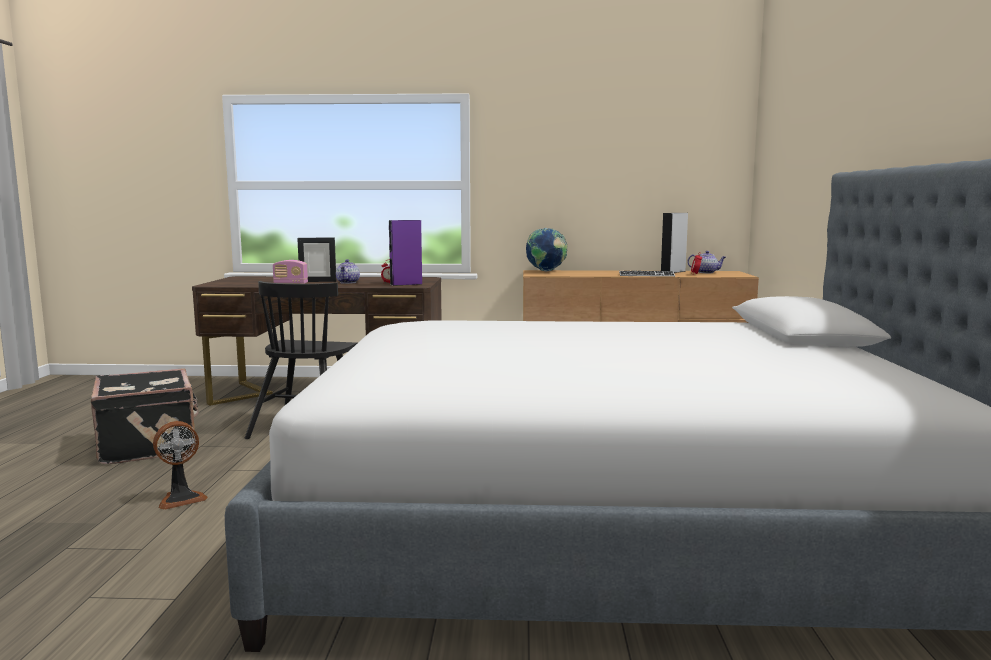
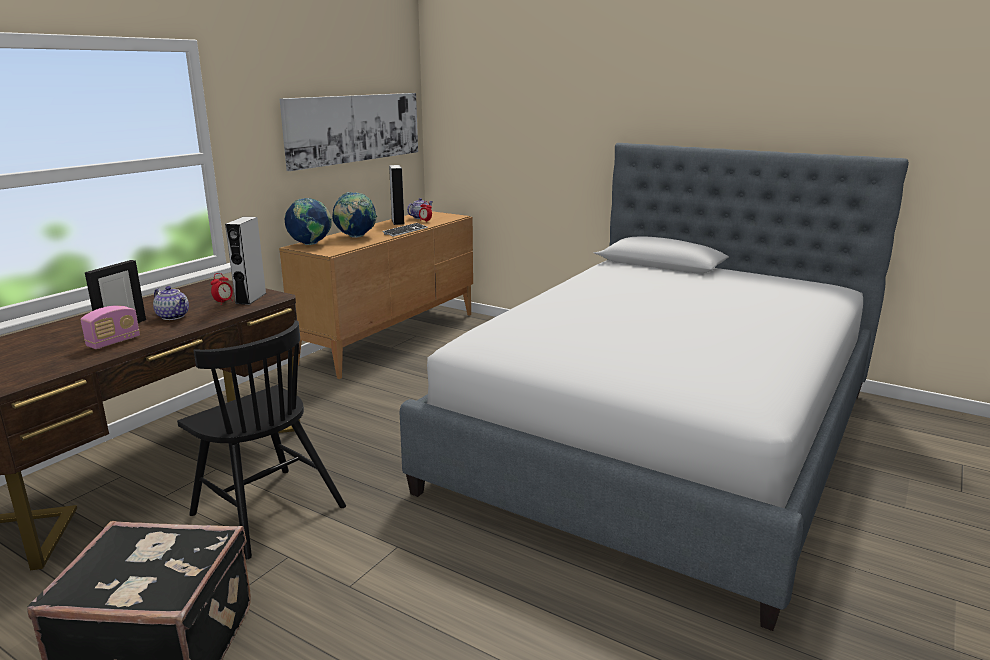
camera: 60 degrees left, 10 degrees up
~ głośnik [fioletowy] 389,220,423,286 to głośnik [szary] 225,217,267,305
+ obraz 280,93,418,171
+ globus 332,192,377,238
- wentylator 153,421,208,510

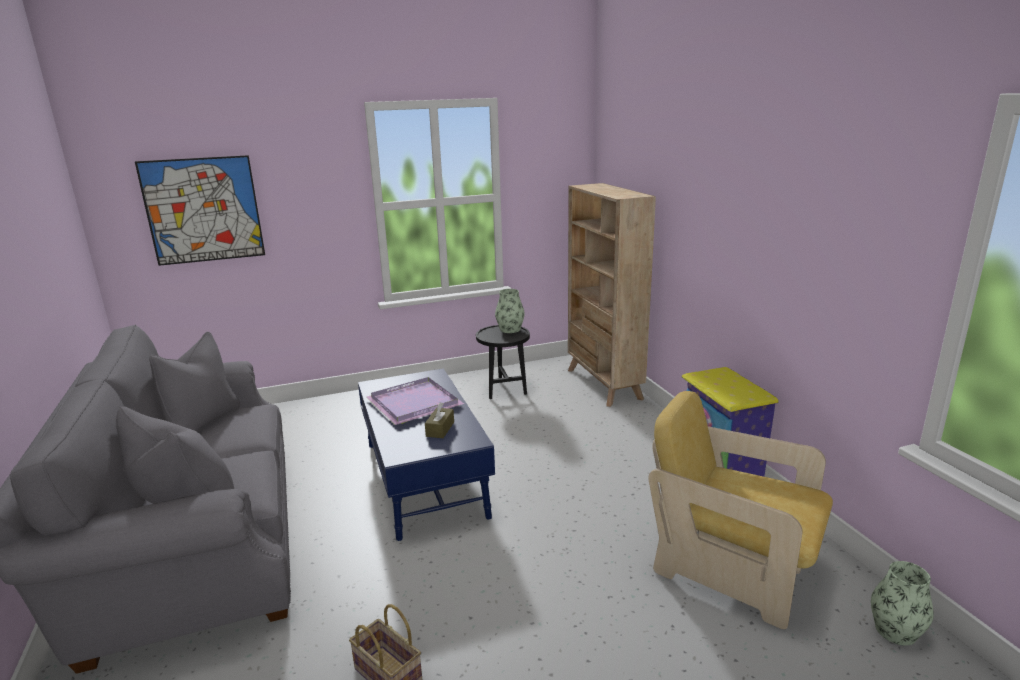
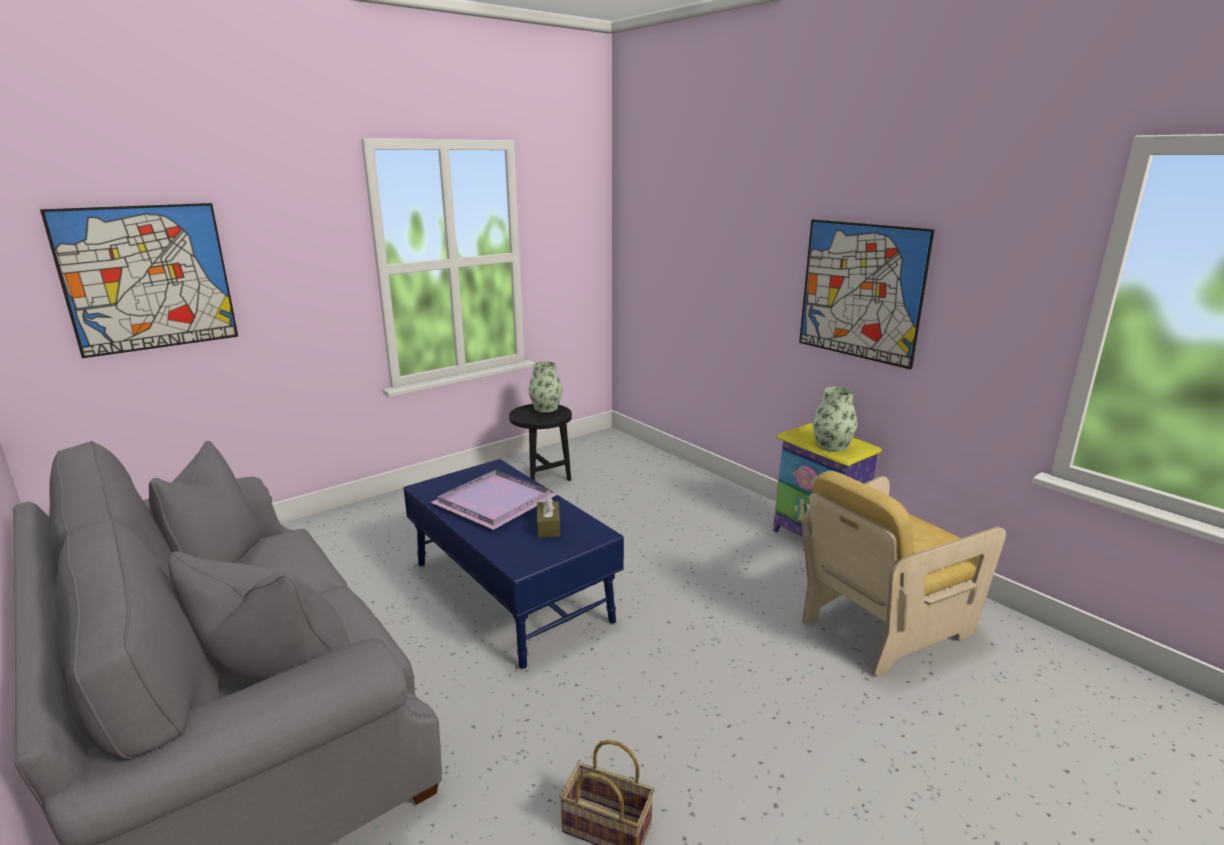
camera: 20 degrees left, 0 degrees up
+ obraz 799,219,935,369
~ fotel [żółty] 648,391,833,629 = 802,471,1006,676 45 degrees counterclockwise
~ wazon 871,561,934,645 to 813,387,857,452
- regał [beżowy] 568,183,656,407

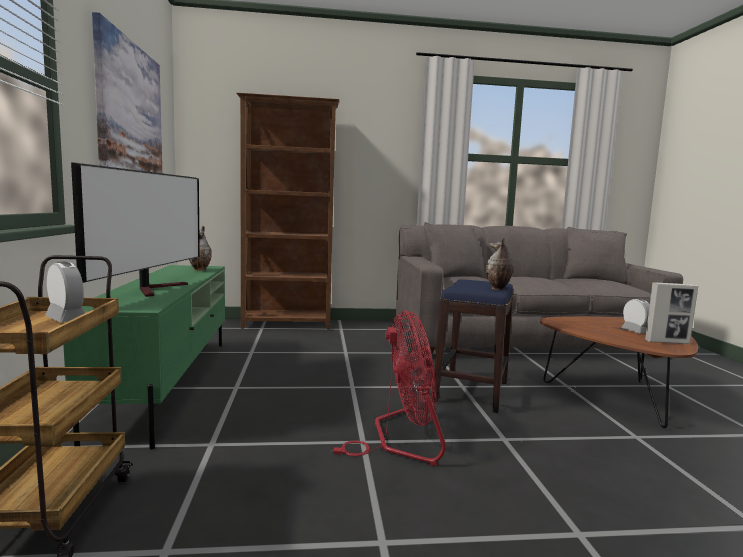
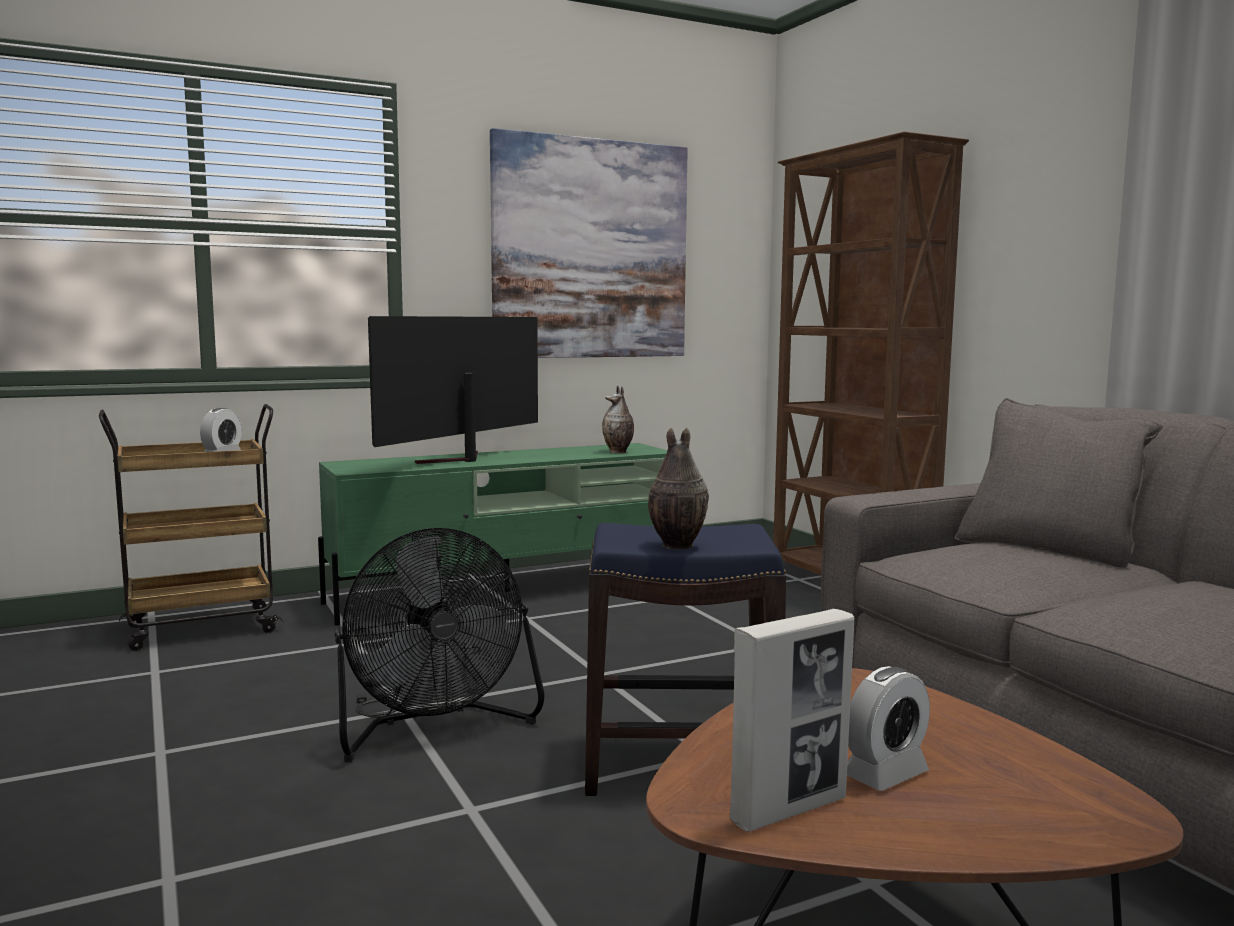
camera: 70 degrees right, 0 degrees up
~ wentylator [czerwony] 331,310,446,467 to wentylator [czarny] 334,528,544,762
~ telewizor 71,162,200,297 = 368,316,538,464 135 degrees clockwise
~ ramka na zdjęcie 645,282,698,344 = 730,609,854,832 105 degrees counterclockwise

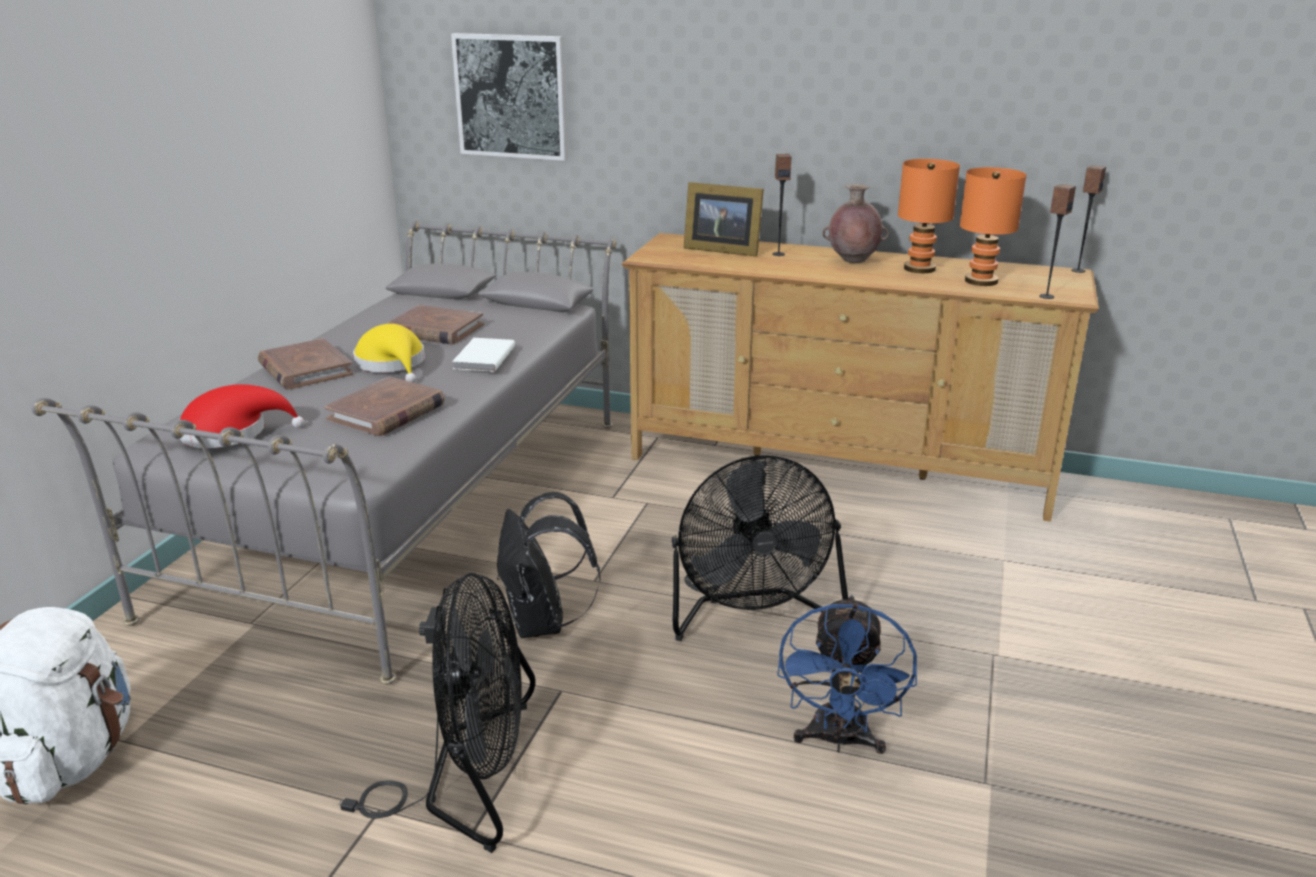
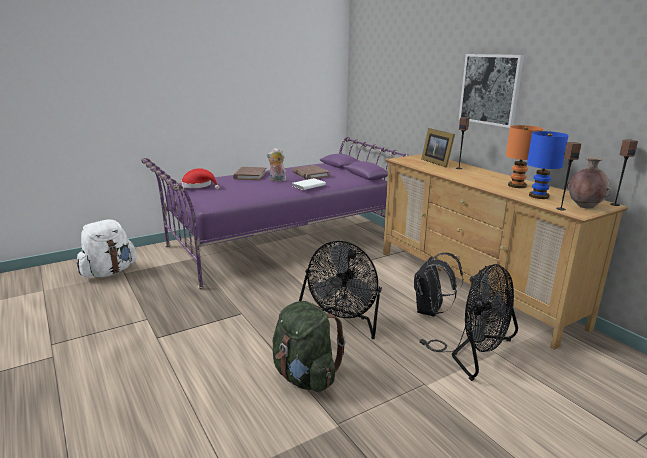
camera: 40 degrees right, 5 degrees down
~ łóżko [szary] 31,221,616,684 to łóżko [fioletowy] 141,137,409,289
~ kapelusz [żółty] 353,324,425,383 to pluszak 267,148,286,182
~ wentylator [niebieski] 777,595,917,754 to plecak [zielony] 273,301,346,392
~ plecak [czarny] 497,492,600,638 to 414,253,463,317
~ wentylator [czarny] 338,573,535,853 to 420,264,518,381
~ obraz 451,33,568,161 to 459,54,524,128
~ lampa stołowa [pomarańczowy] 960,167,1027,286 to lampa stołowa [niebieski] 527,131,569,199
~ wazon [brązowy] 823,184,889,263 to 566,157,612,209
- książka [brązowy] 324,376,445,436

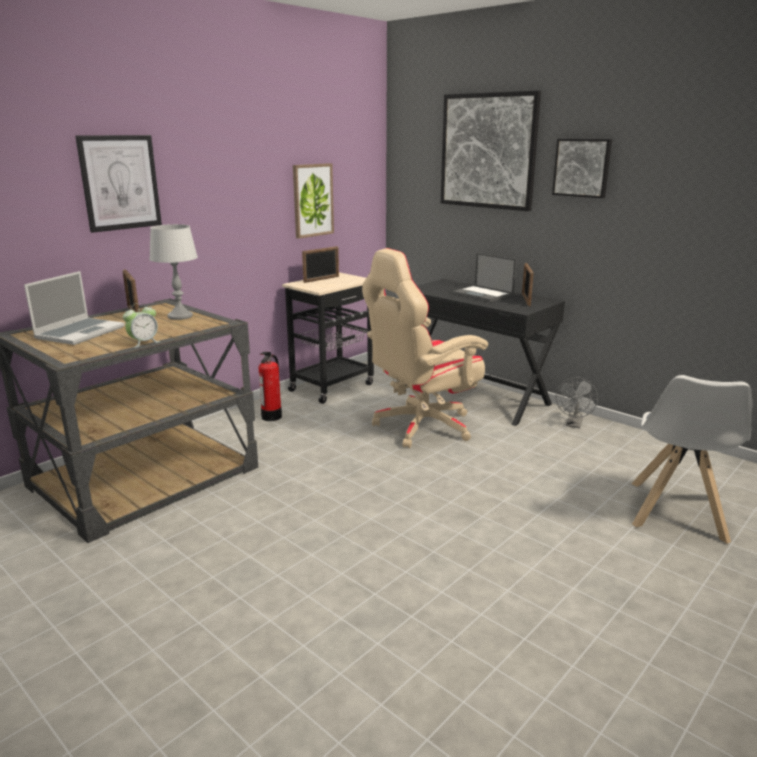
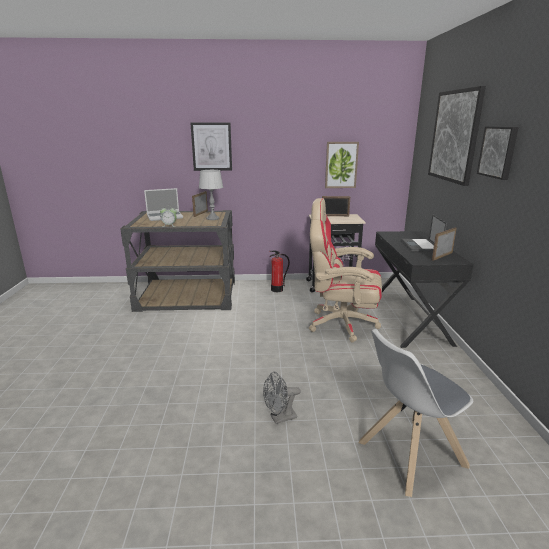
camera: 45 degrees right, 0 degrees up
~ wentylator [szary] 556,377,598,428 to 263,372,301,424

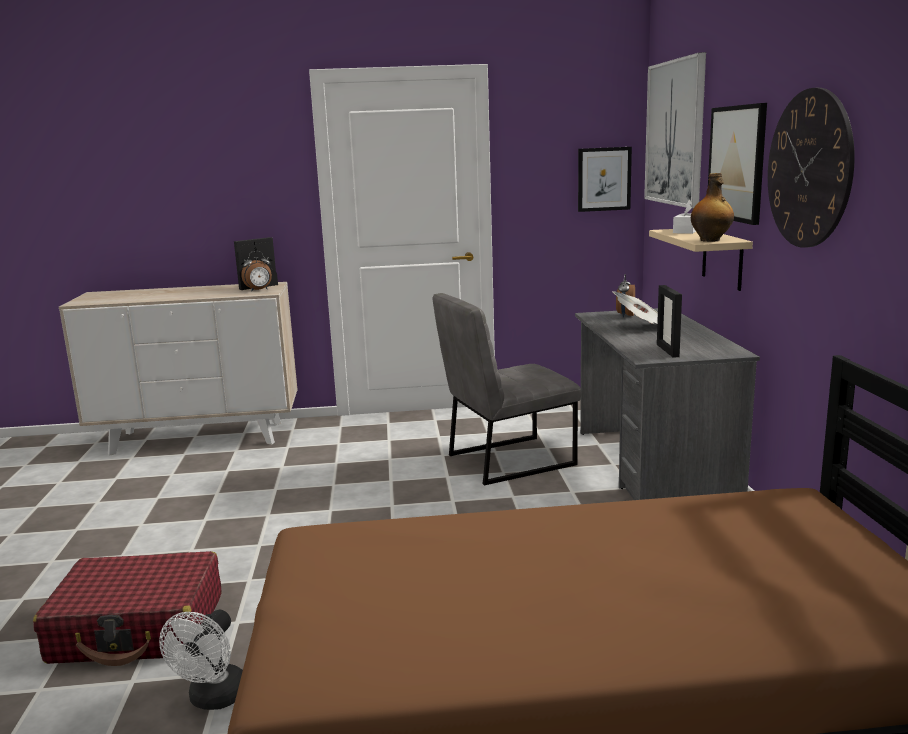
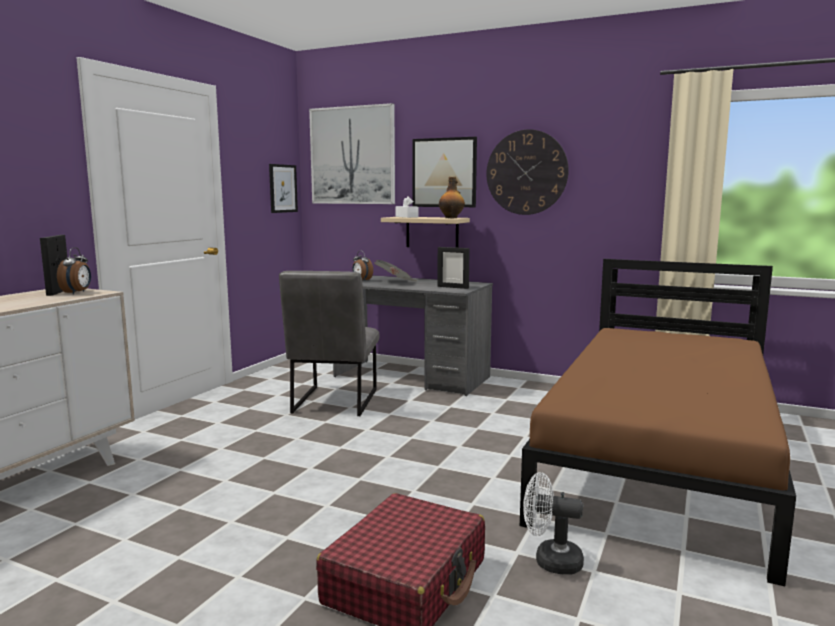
camera: 60 degrees left, 5 degrees down
~ wentylator [biały] 159,610,243,710 = 523,472,584,574 150 degrees clockwise

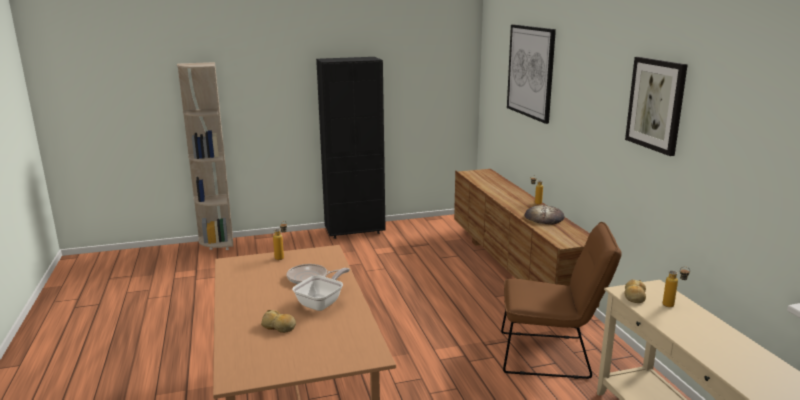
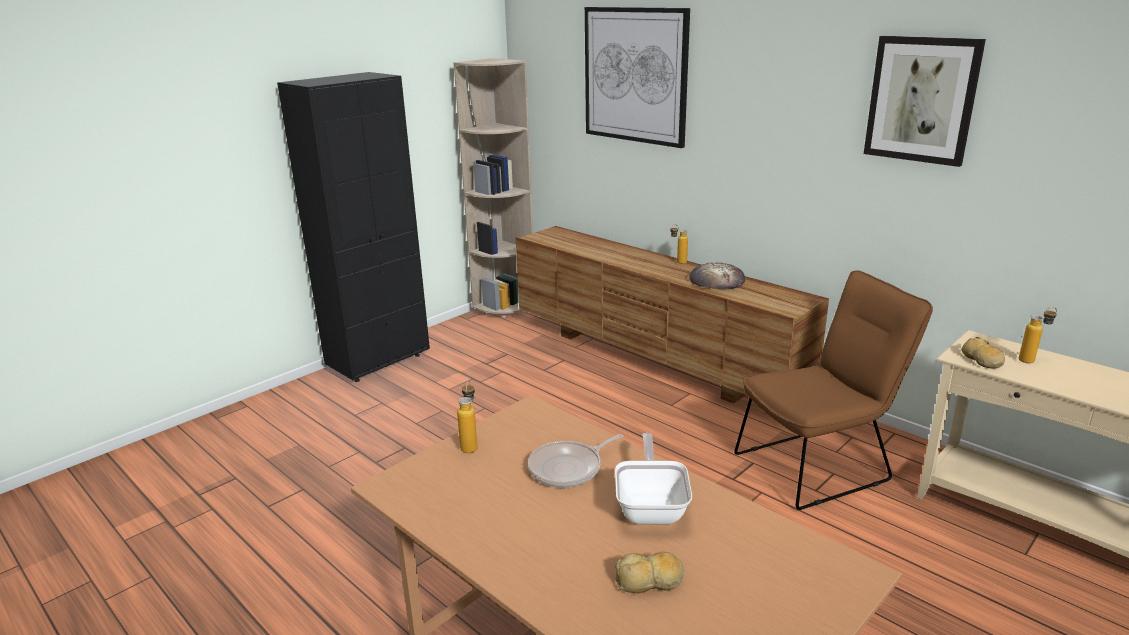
camera: 30 degrees left, 5 degrees up
~ regał [beżowy] 177,62,233,250 to 454,58,533,318

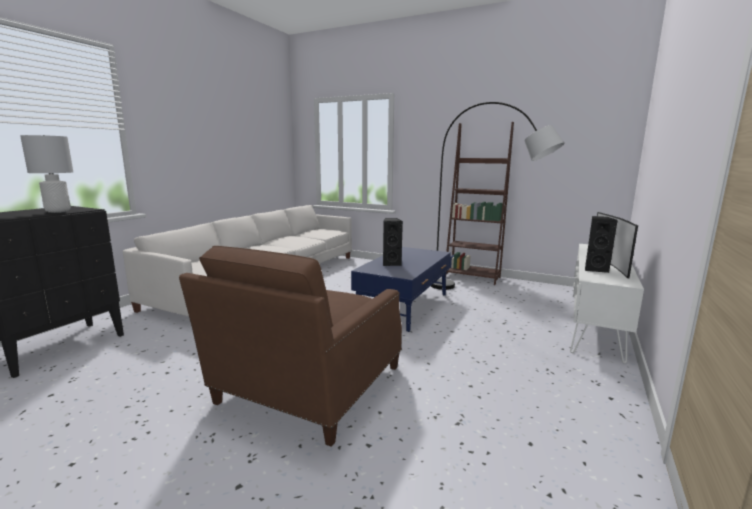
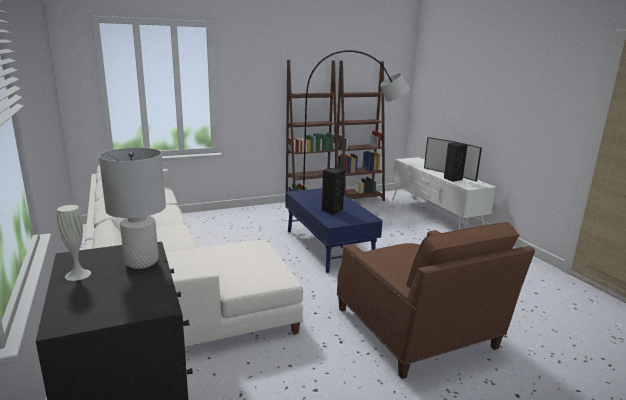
camera: 50 degrees left, 5 degrees up
+ wazon [biały] 57,205,91,281
+ regał [brązowy] 337,61,385,201

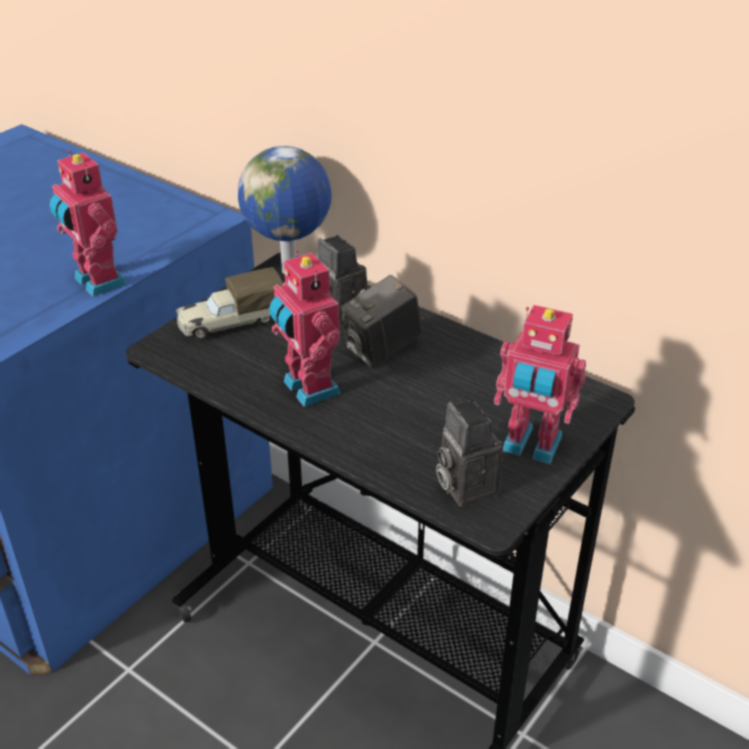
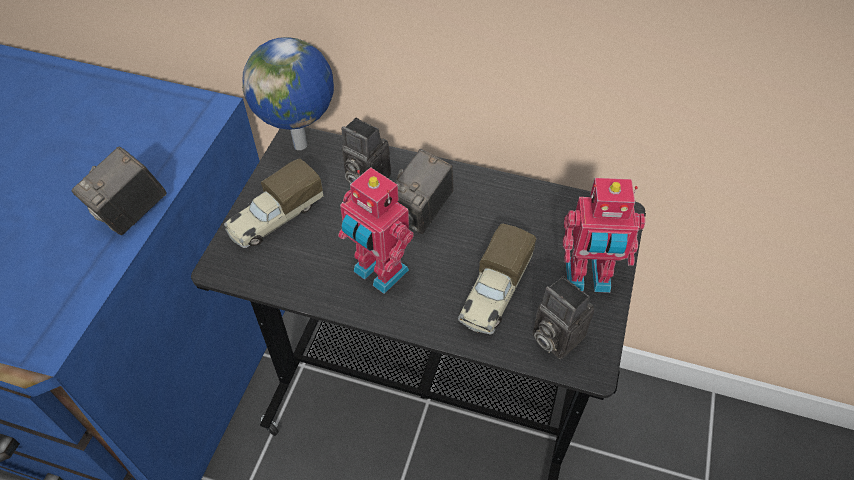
camera: 20 degrees left, 15 degrees up
~ robot zabawkowy 50,150,127,296 to aparat fotograficzny 72,147,167,235
+ ciężarówka zabawkowa 458,224,536,335

